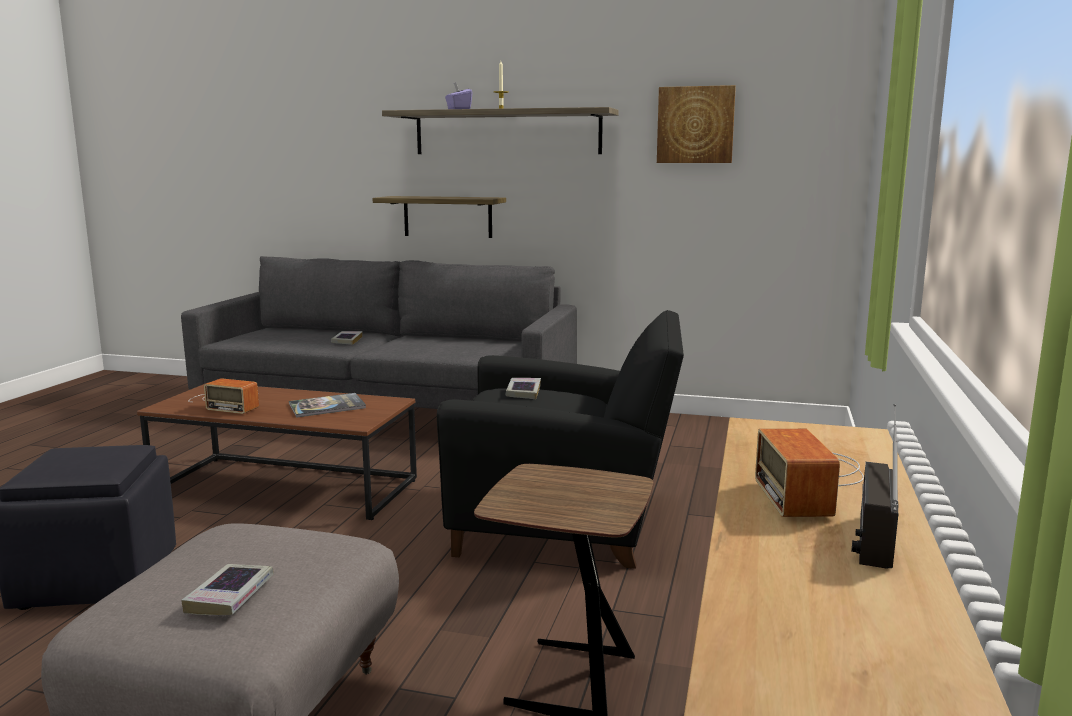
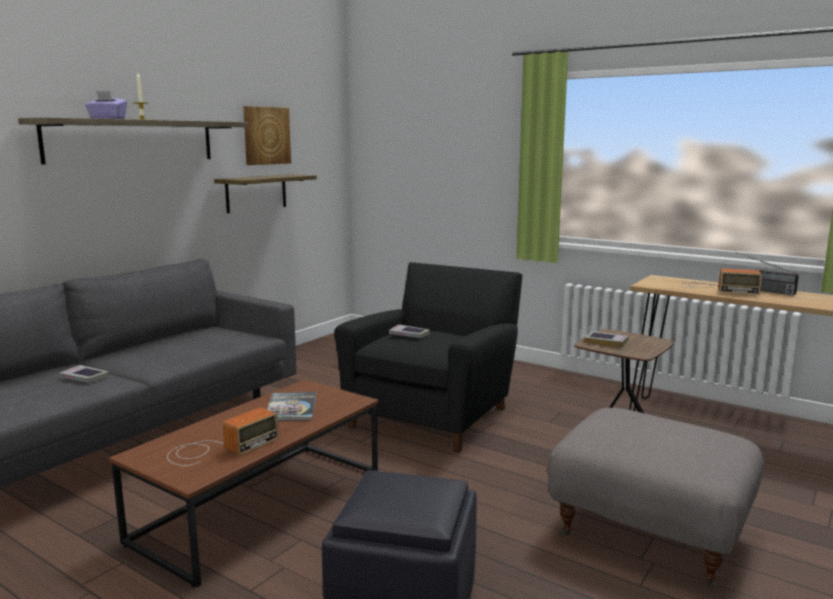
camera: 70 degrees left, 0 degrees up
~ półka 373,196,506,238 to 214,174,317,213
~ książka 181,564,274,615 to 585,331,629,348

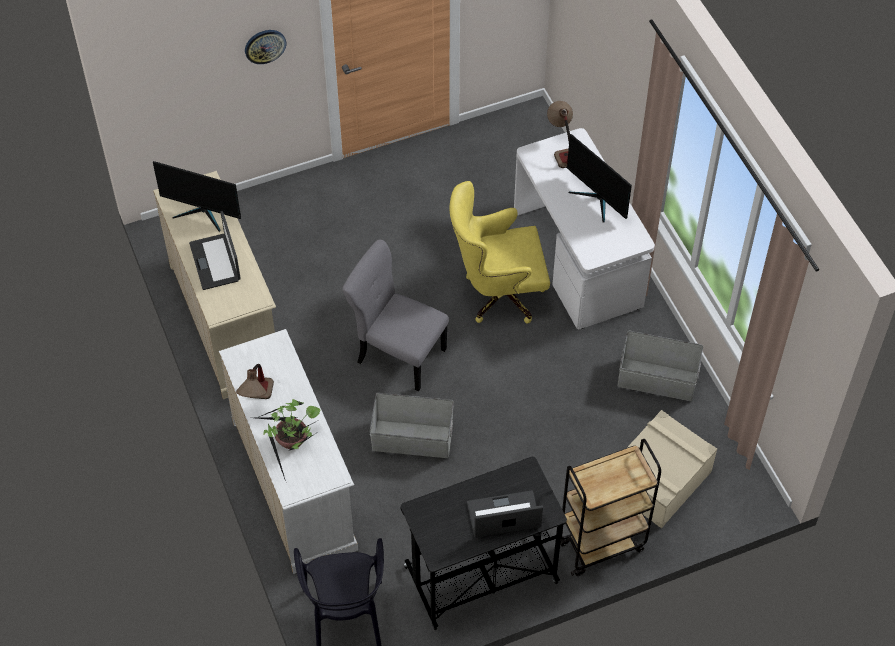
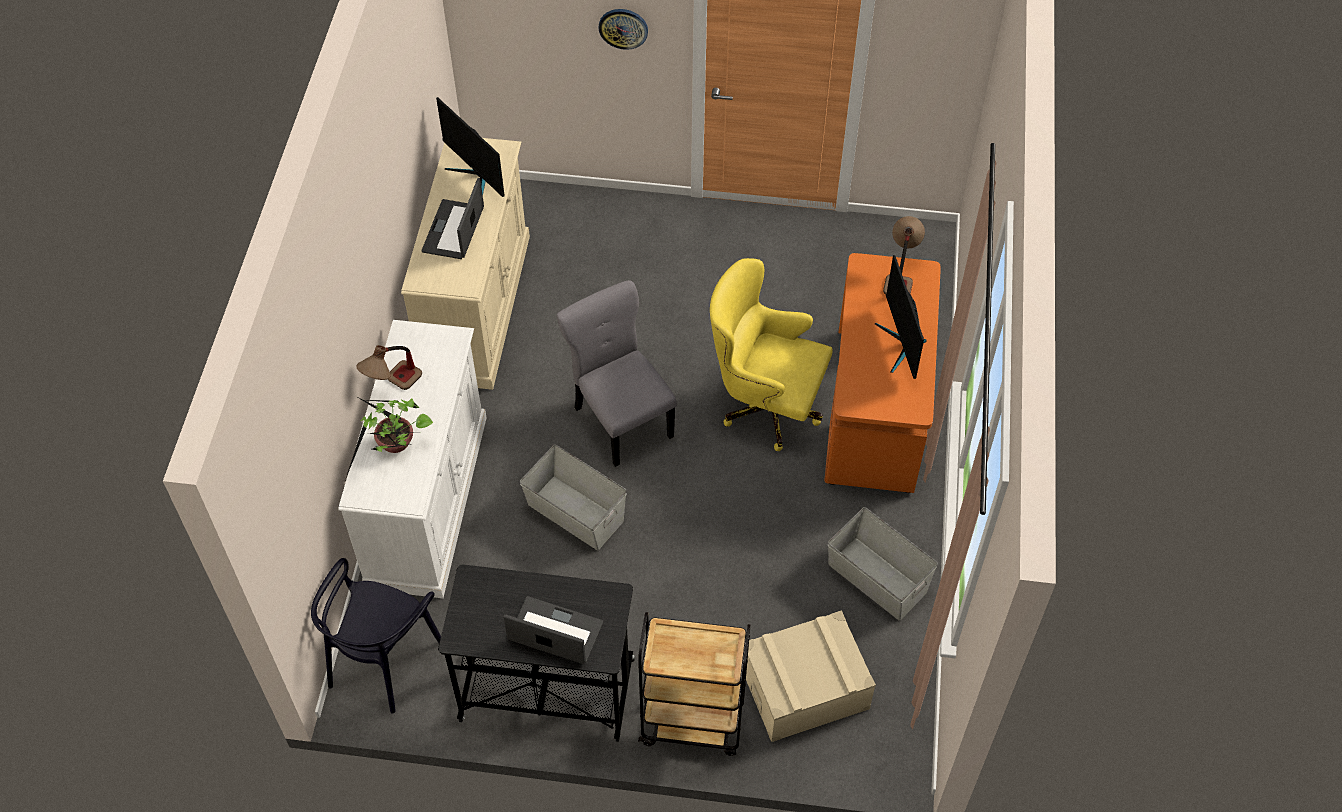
camera: 30 degrees right, 0 degrees up
~ biurko [biały] 514,128,655,329 to biurko [pomarańczowy] 825,253,941,493

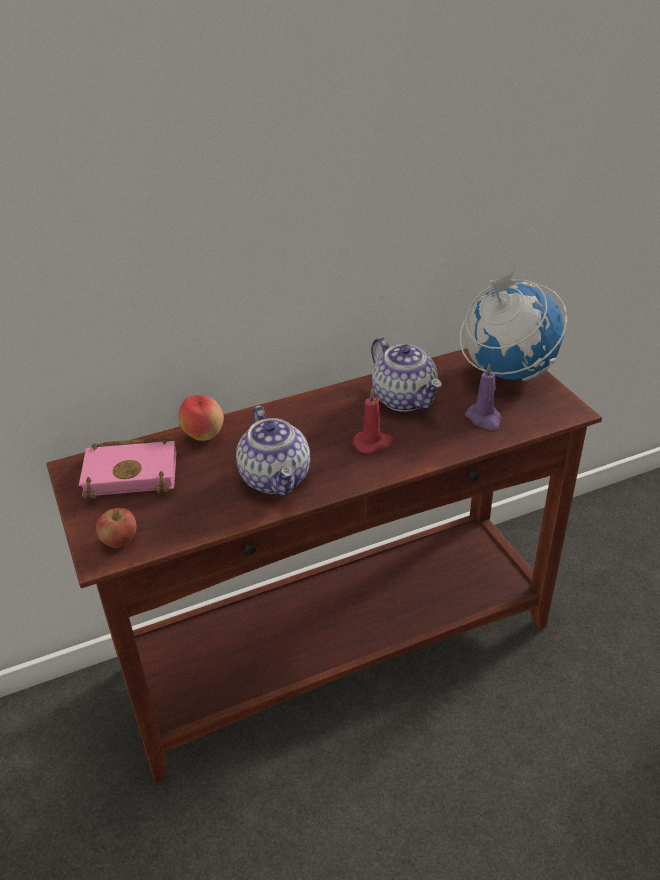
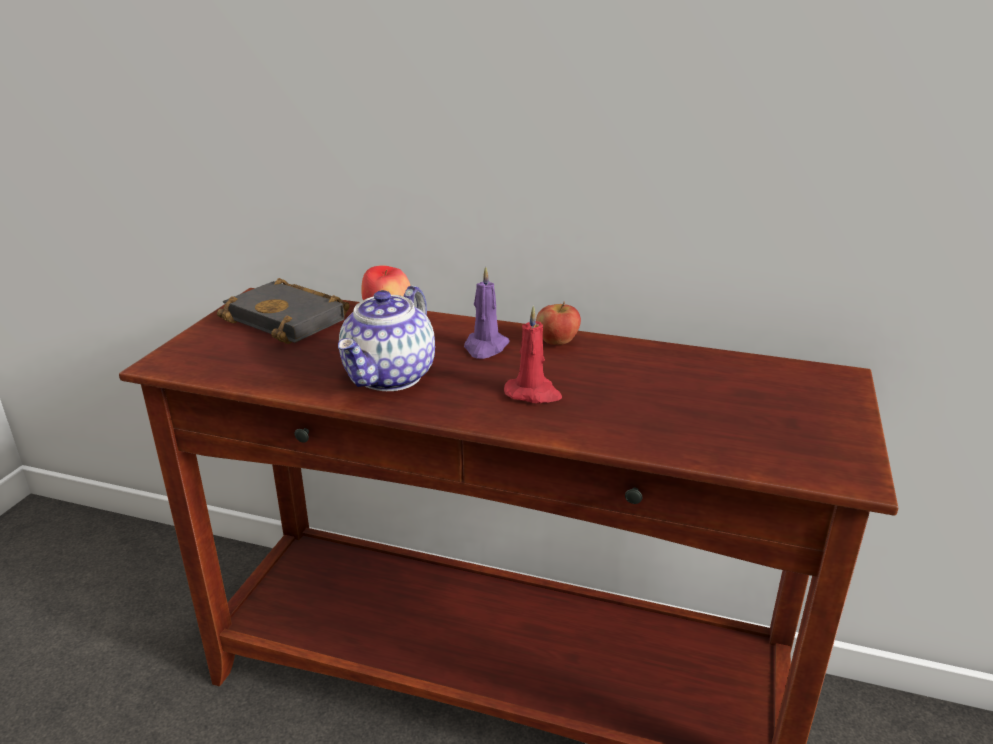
camera: 40 degrees right, 10 degrees down
~ książka [różowy] 79,437,177,500 to książka [czarny] 217,278,350,344
~ świeca [fioletowy] 465,363,501,430 to 464,266,510,359
~ jabłko 96,508,137,548 to 536,301,581,345
- imbryk 371,337,442,412
- globus 460,271,567,381

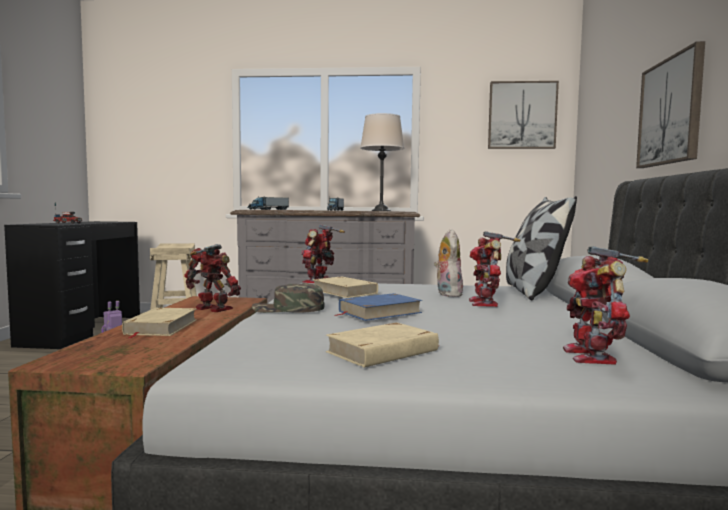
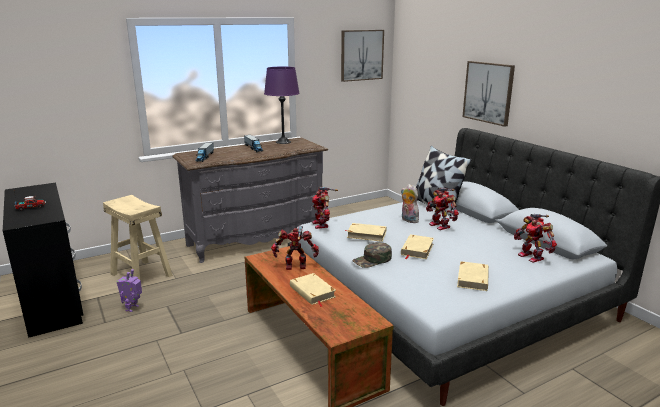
camera: 35 degrees left, 15 degrees up
~ lampa stołowa [beżowy] 360,113,404,211 to lampa stołowa [fioletowy] 264,66,300,144
~ książka [niebieski] 335,293,422,321 to książka [beżowy] 401,234,434,259

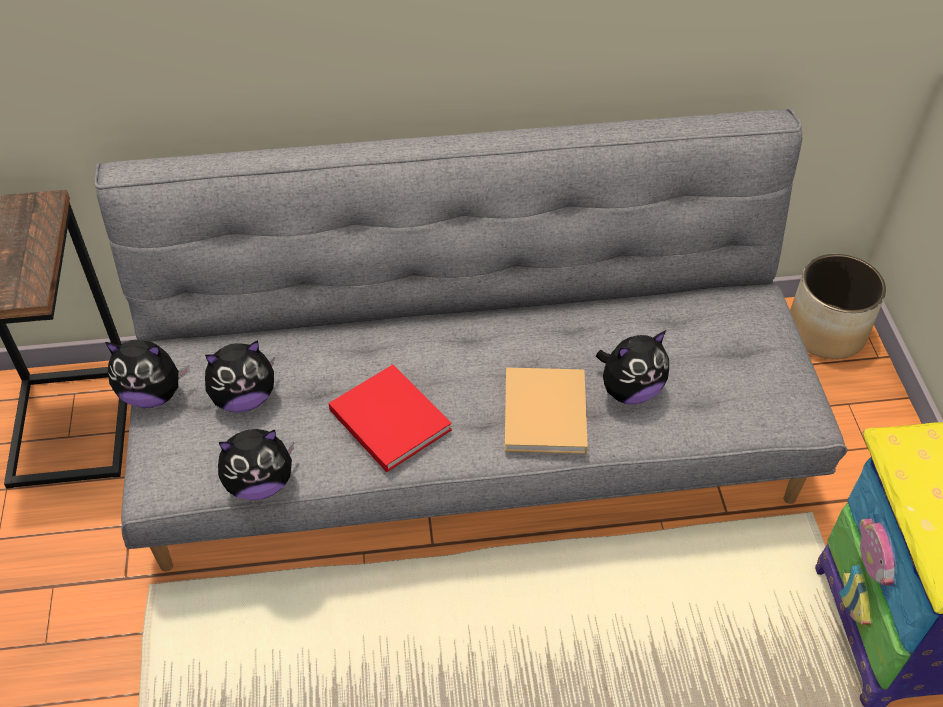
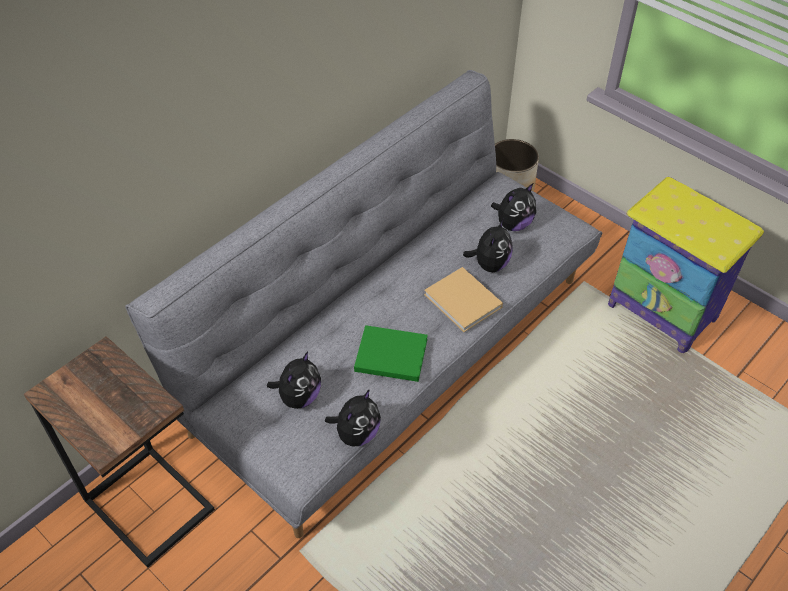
camera: 40 degrees left, 0 degrees up
~ książka [czerwony] 329,365,452,472 to książka [zielony] 354,325,428,382
~ pluszak 105,340,189,408 to 491,183,536,231

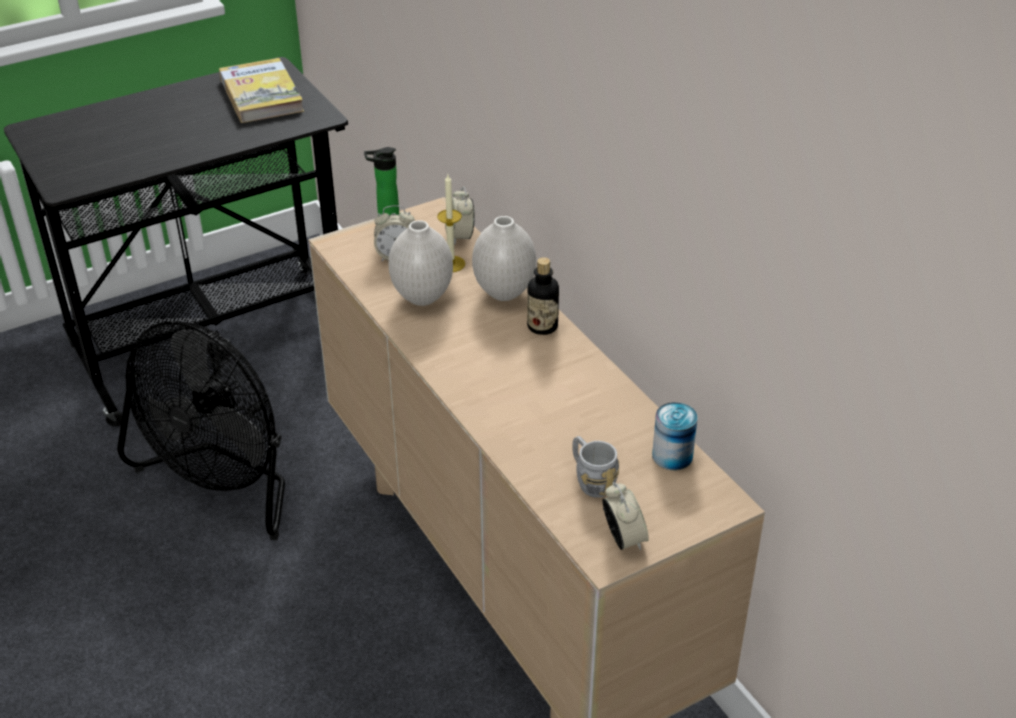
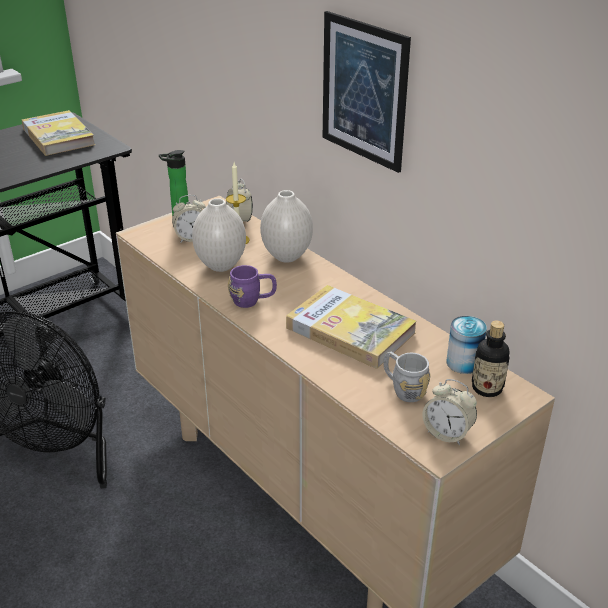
camera: 10 degrees left, 5 degrees down
+ kubek [fioletowy] 228,265,277,308
+ książka 286,285,417,369
+ obraz 323,11,411,173
~ budzik 602,482,649,550 = 422,379,477,445 150 degrees clockwise
~ butelka 527,257,559,335 to 472,321,510,397

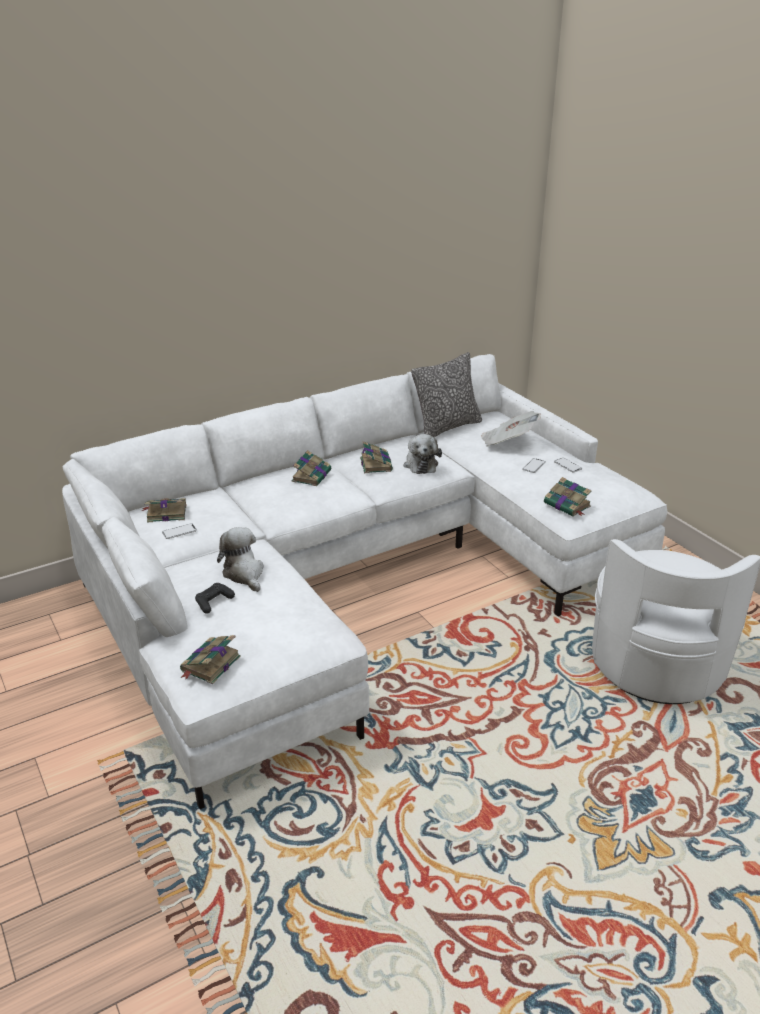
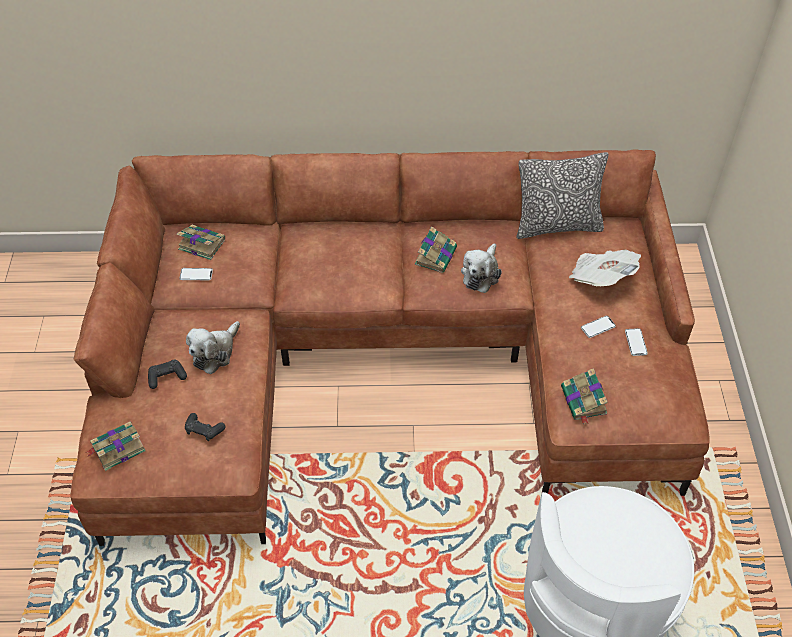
camera: 30 degrees right, 20 degrees up
~ kanapa [biały] 62,354,667,809 to kanapa [brązowy] 71,150,710,546
+ pad do gier [czarny] 185,413,225,441
~ pluszak 217,527,264,592 = 186,321,240,374 150 degrees counterclockwise
- książka 291,450,331,486

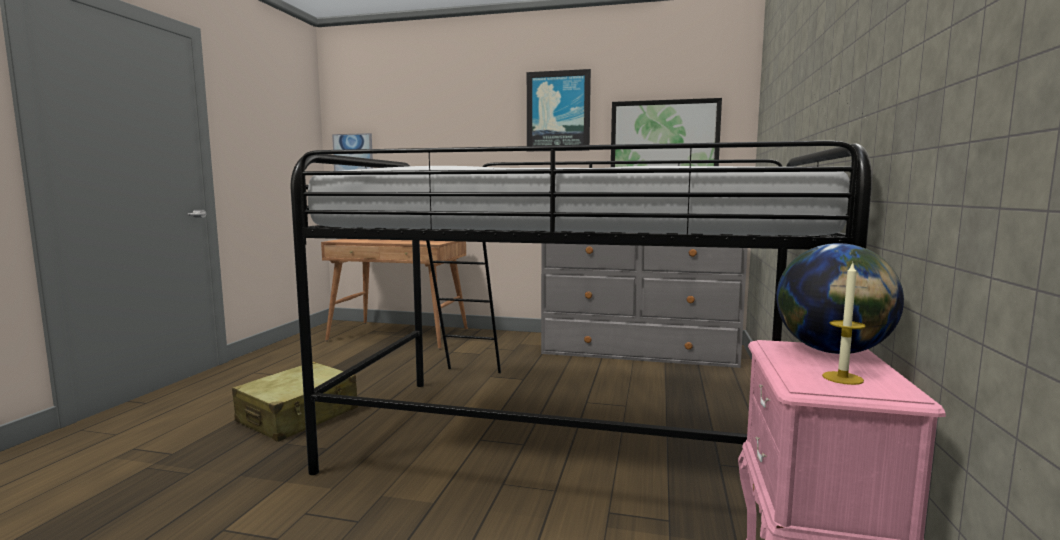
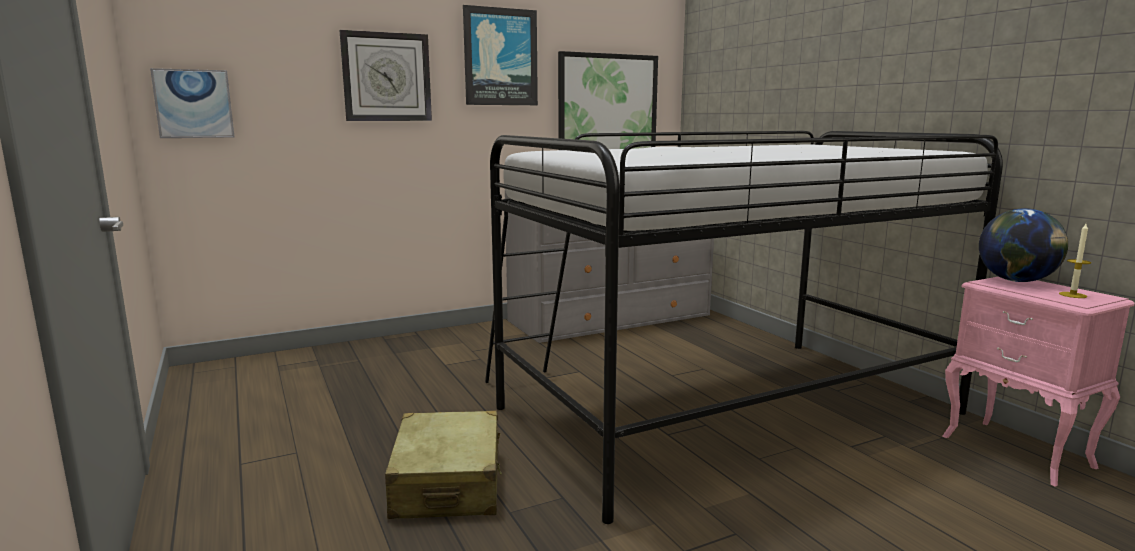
camera: 40 degrees left, 5 degrees up
+ zegar ścienny 340,30,432,121
- biurko [brązowy] 321,239,468,349

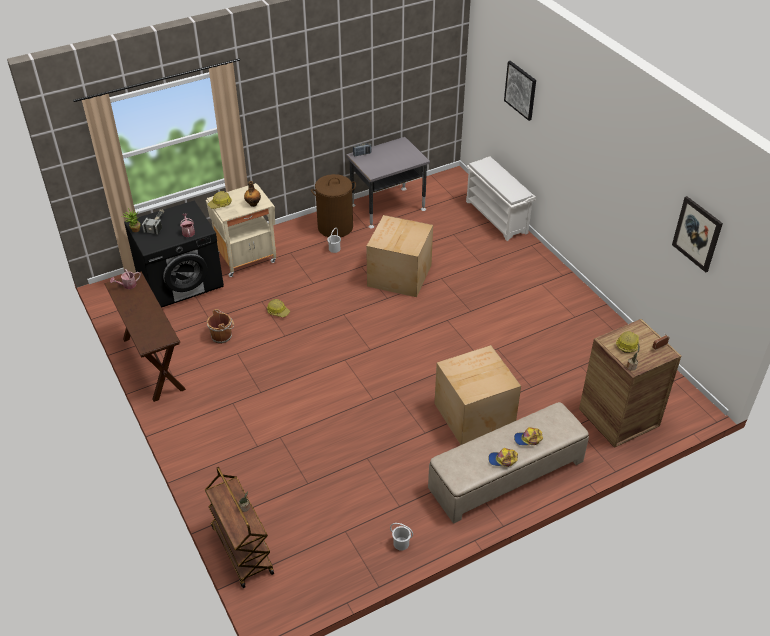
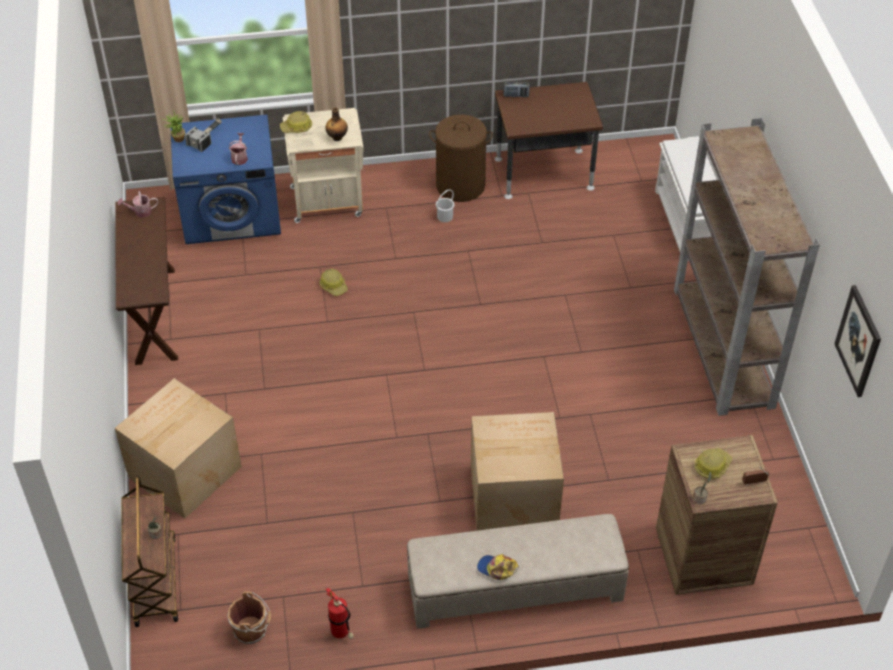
camera: 20 degrees right, 5 degrees up
~ karton 366,215,433,297 to 115,378,242,518
~ pralka [czarny] 124,200,224,308 to pralka [niebieski] 171,115,281,244
~ wiadro [brązowy] 207,309,234,344 to 228,591,271,644
~ wiadro [biały] 390,523,413,551 to gaśnica 326,588,354,639
~ biurko [szary] 346,137,430,229 to biurko [brązowy] 495,82,603,199
+ regał [brązowy] 674,118,820,416
- obraz 504,61,536,121
- czapka z daszkiem 514,427,543,446

